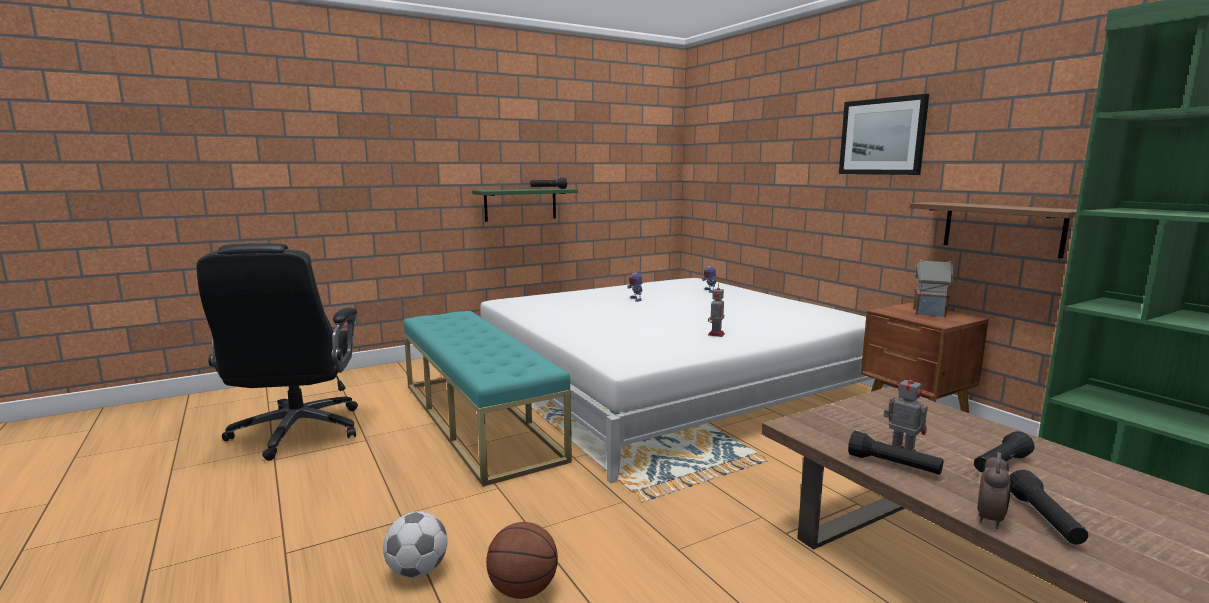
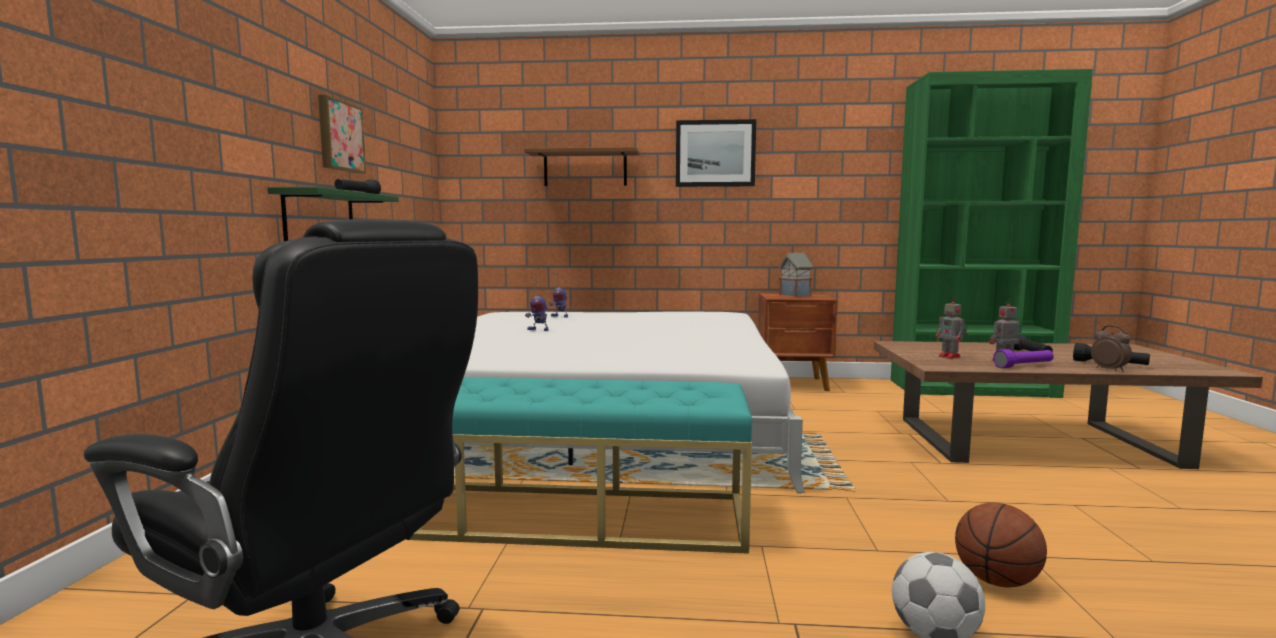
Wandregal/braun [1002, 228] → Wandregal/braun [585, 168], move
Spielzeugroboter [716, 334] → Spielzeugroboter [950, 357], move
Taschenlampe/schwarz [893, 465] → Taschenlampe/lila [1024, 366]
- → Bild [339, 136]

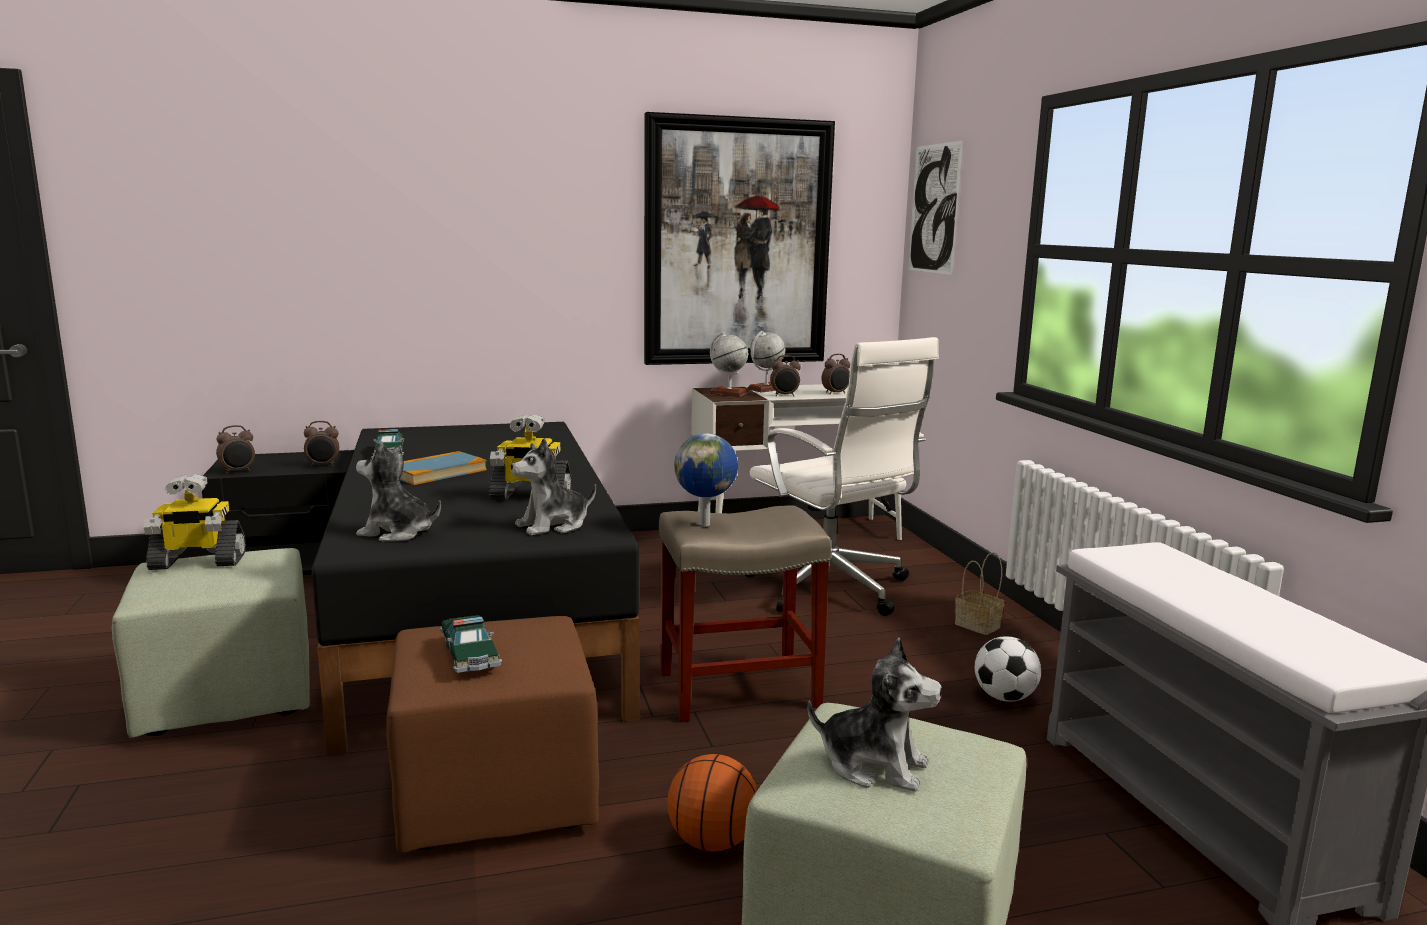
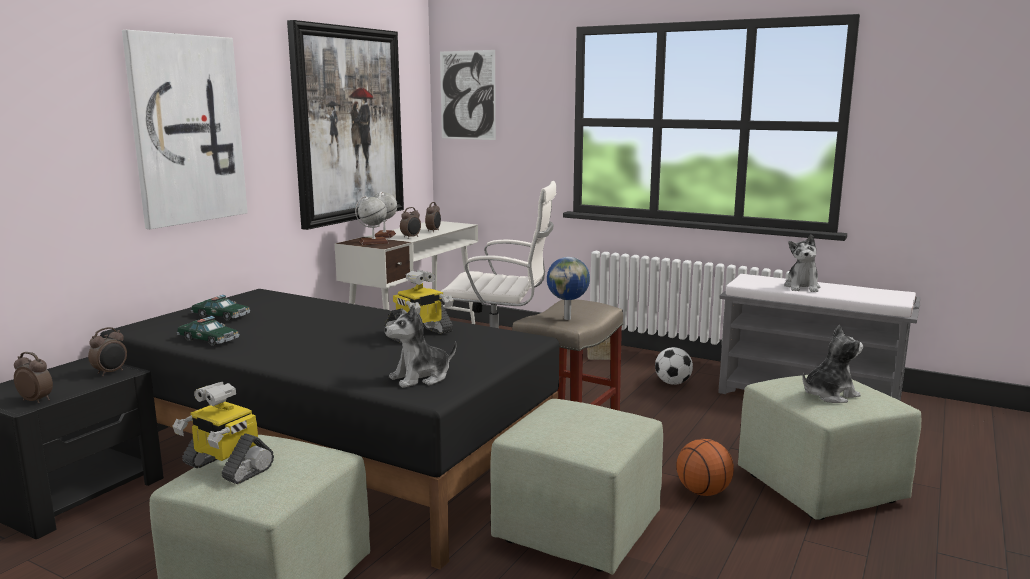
Wecker [238, 471] → Wecker [37, 400], 75 degrees counterclockwise
Plüschtier [553, 526] → Plüschtier [802, 287], move
Buch [437, 472] → -
Spielzeugroboter [197, 562] → Spielzeugroboter [226, 467], 90 degrees clockwise
Spielzeugauto [470, 655] → Spielzeugauto [221, 316], move
Polsterhocker/braun [498, 794] → Polsterhocker/grün [577, 529]
- → Bild [187, 129]

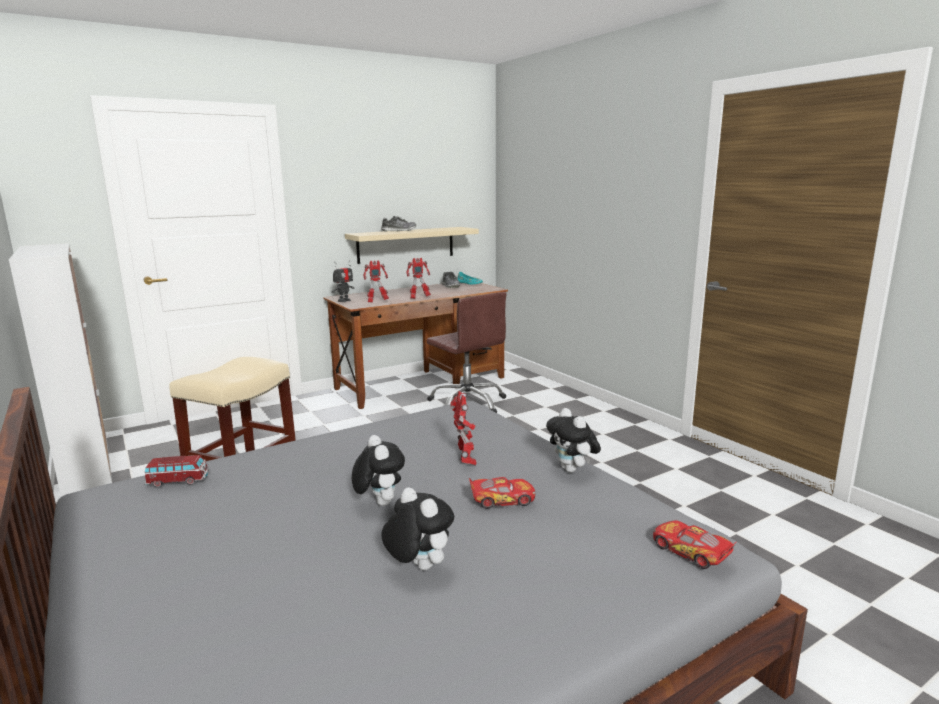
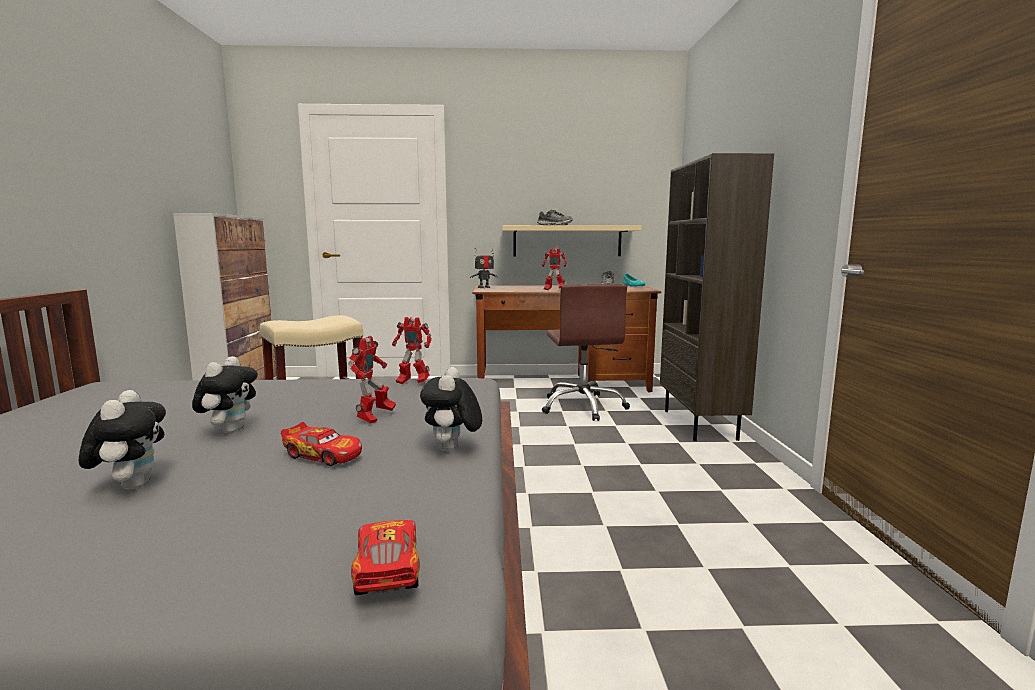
Spielzeugroboter [377, 301] → Spielzeugroboter [412, 383], move
Spielzeugauto [178, 481] → -
- → Bücherregal/braun [701, 425]

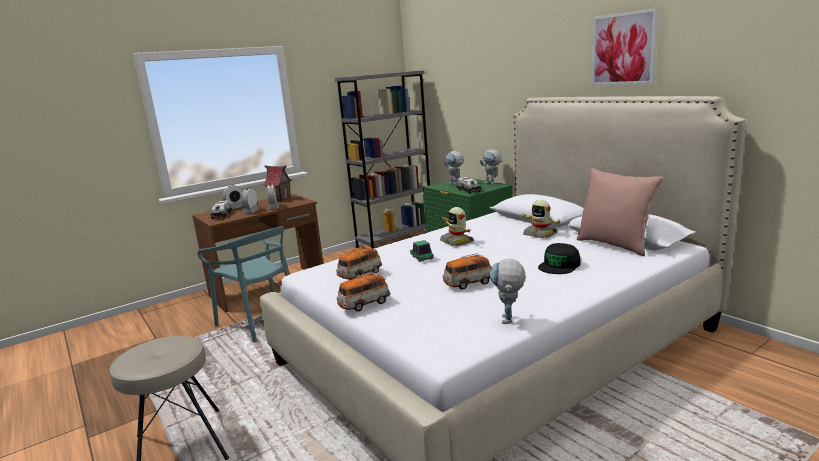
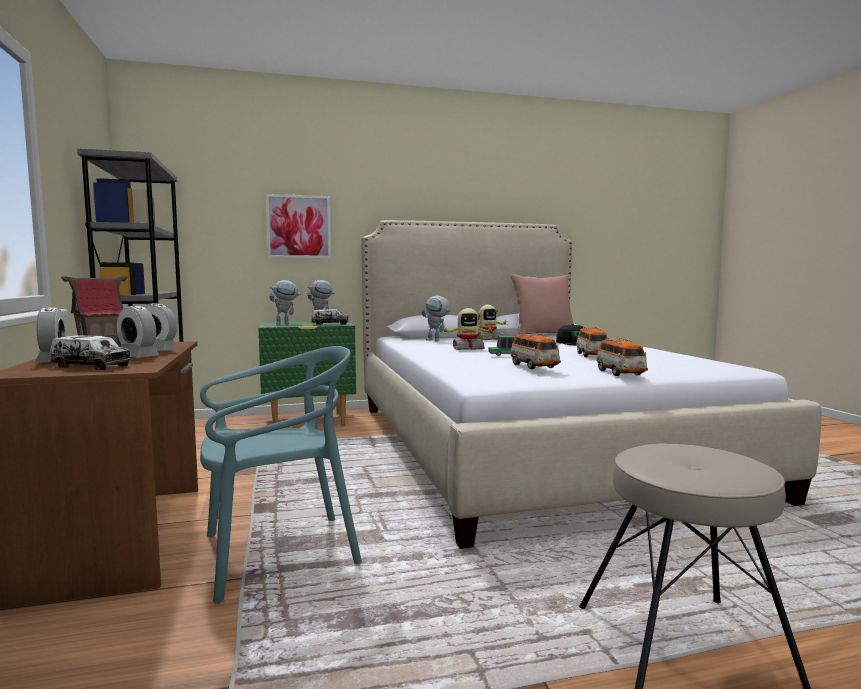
Bild [623, 49] → Bild [298, 227], move
Spielzeugroboter [509, 322] → Spielzeugroboter [437, 340], move

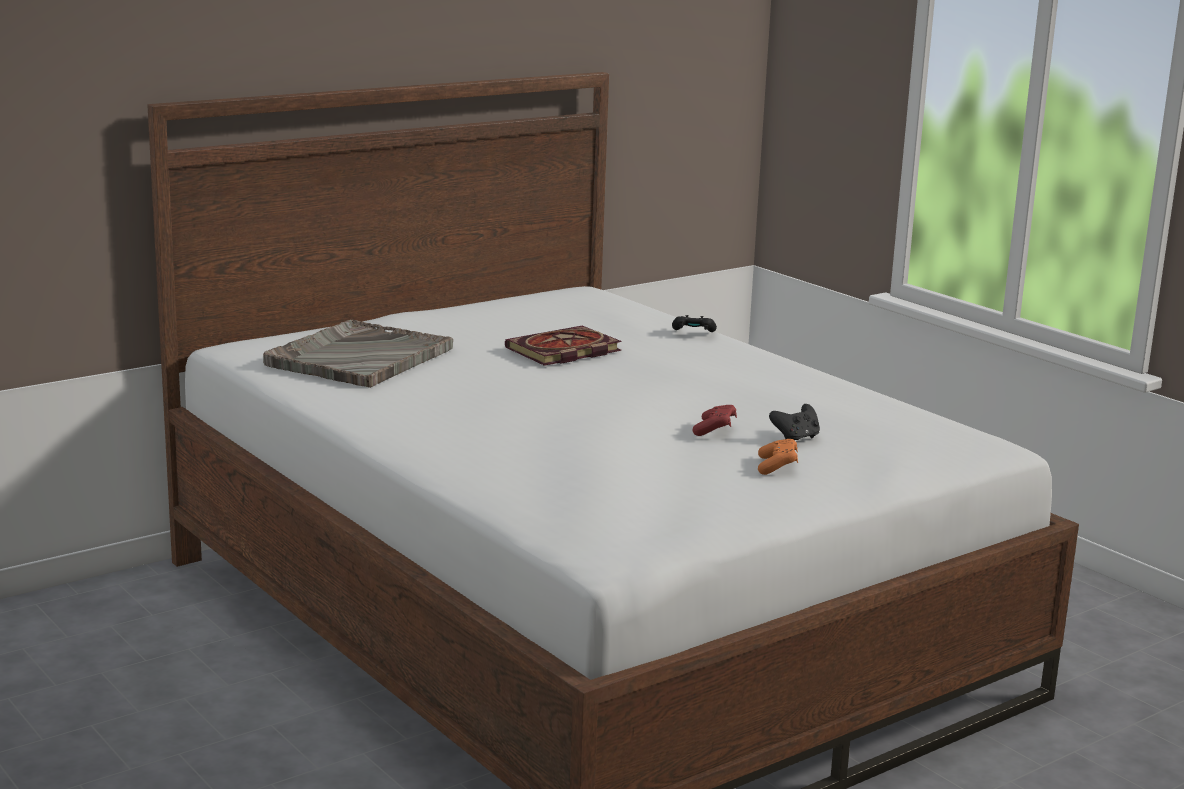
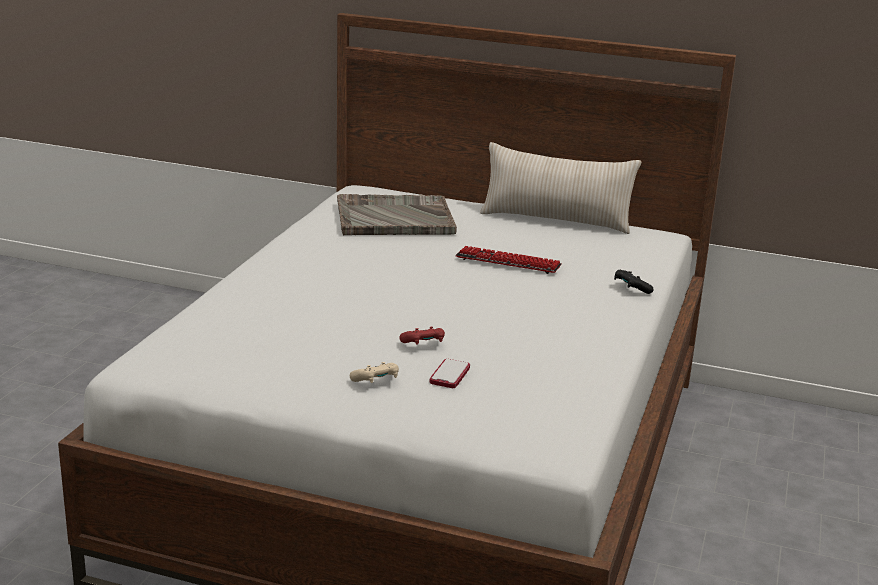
Buch [562, 351] → Tastatur [508, 262]
Gamepad/schwarz [796, 438] → Handy [450, 375]
Gamepad/orange [777, 467] → Gamepad/beige [376, 382]
- → Kissen/beige [556, 220]

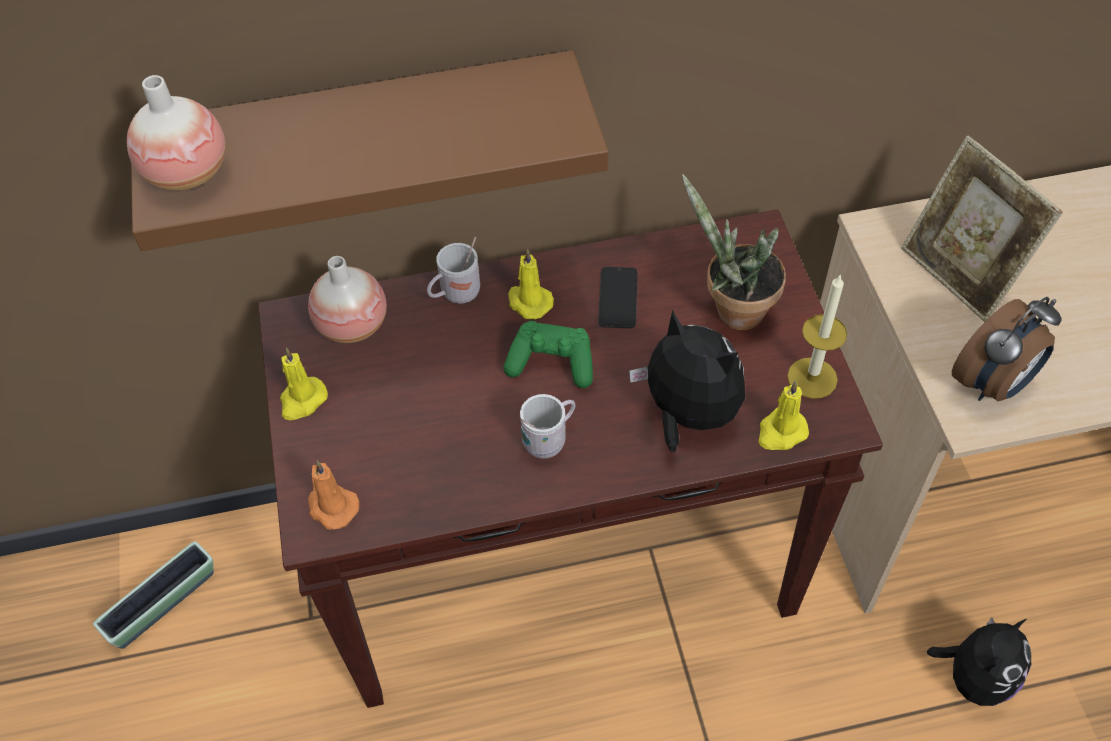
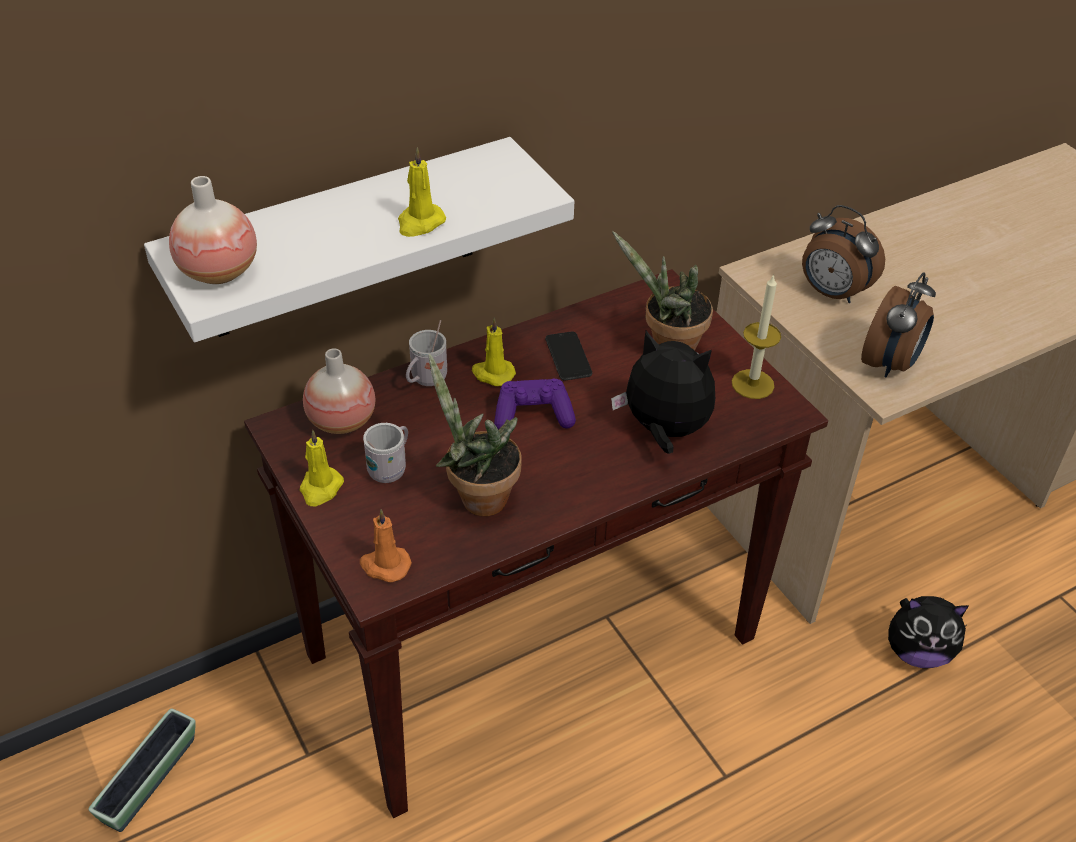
Wandregal/braun [367, 140] → Wandregal/weiß [343, 240]
Bilderrahmen [959, 275] → Wecker [832, 293]
Gamepad/grün [552, 363] → Gamepad/lila [533, 415]
Kerze/gelb [781, 432] → Kerze/gelb [420, 223], move
Henkelbecher/weiß [549, 439] → Henkelbecher/weiß [390, 468], move
Plüschtier [974, 677] → Plüschtier [917, 652], 75 degrees clockwise
- → Topfpflanze [477, 497]

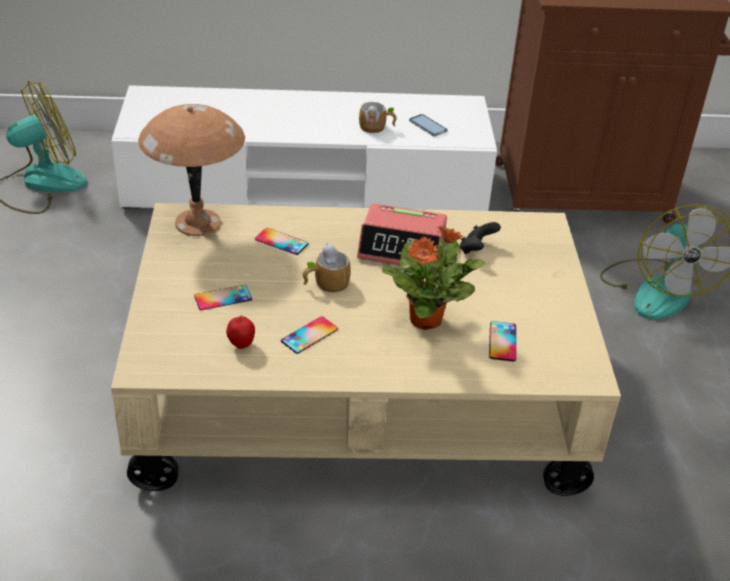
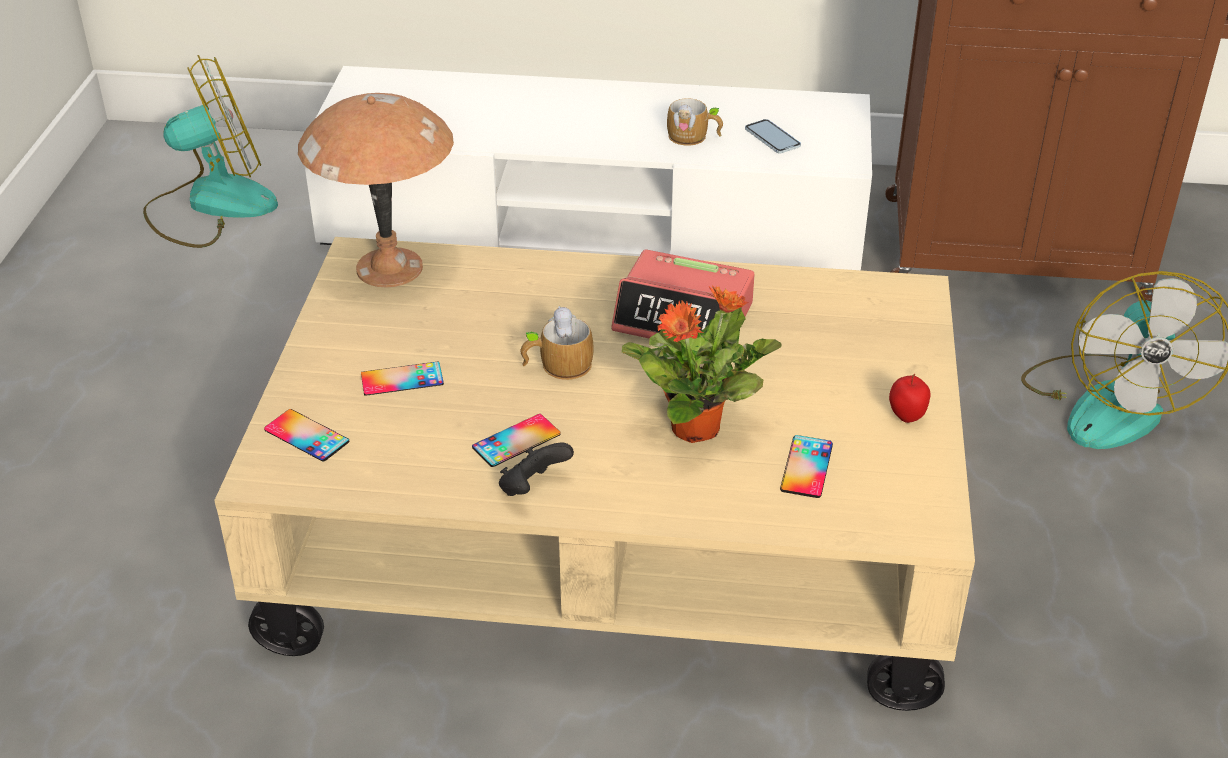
Gamepad/schwarz [476, 249] → Gamepad/schwarz [533, 488], move
Handy [281, 241] → Handy [306, 436], move
Apfel [241, 345] → Apfel [906, 417], move

